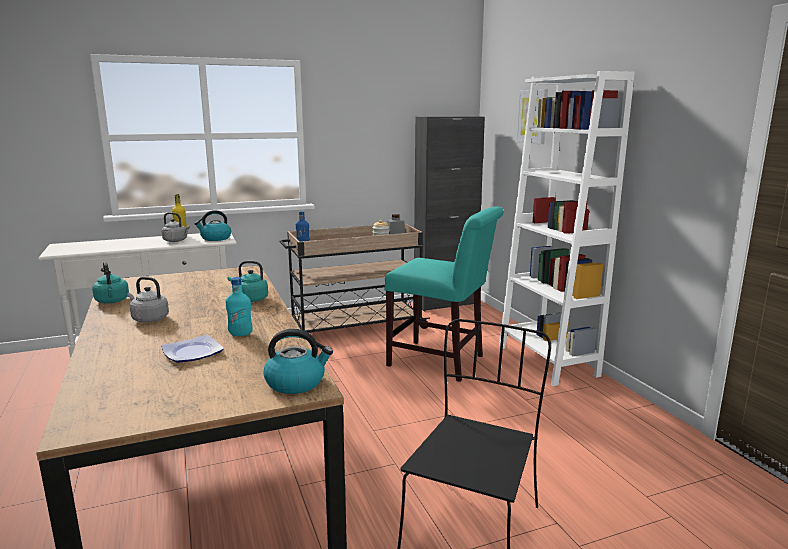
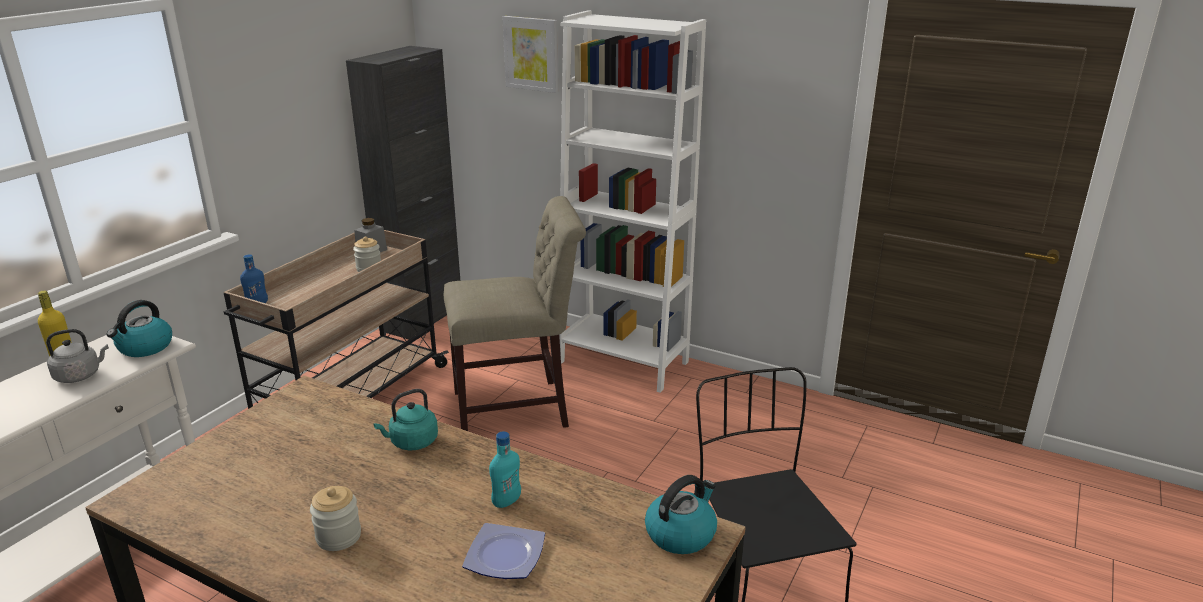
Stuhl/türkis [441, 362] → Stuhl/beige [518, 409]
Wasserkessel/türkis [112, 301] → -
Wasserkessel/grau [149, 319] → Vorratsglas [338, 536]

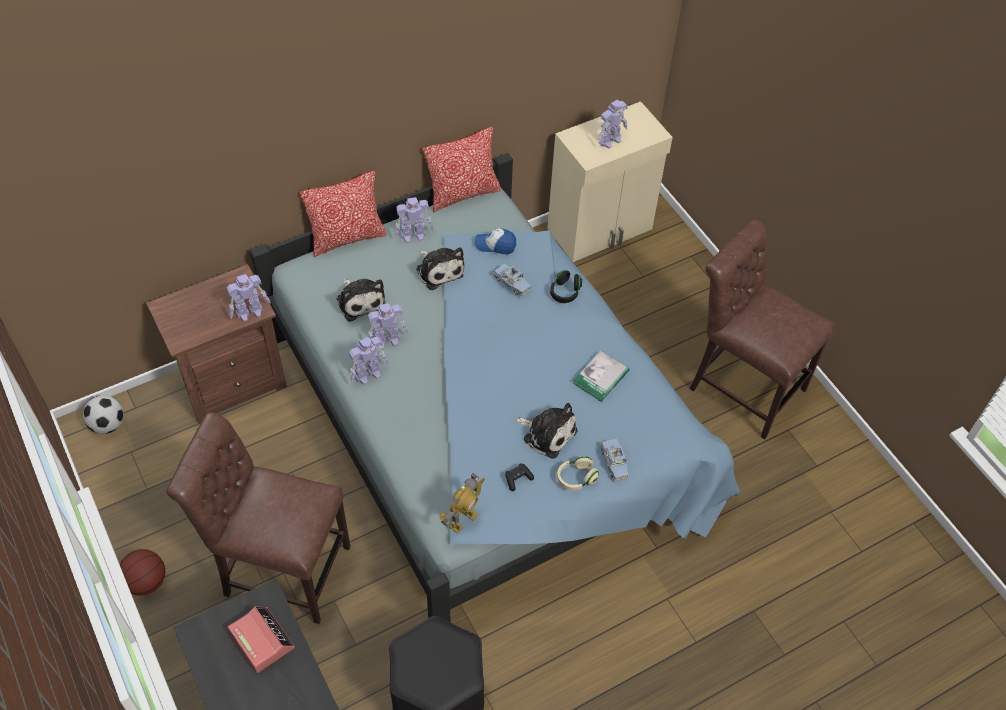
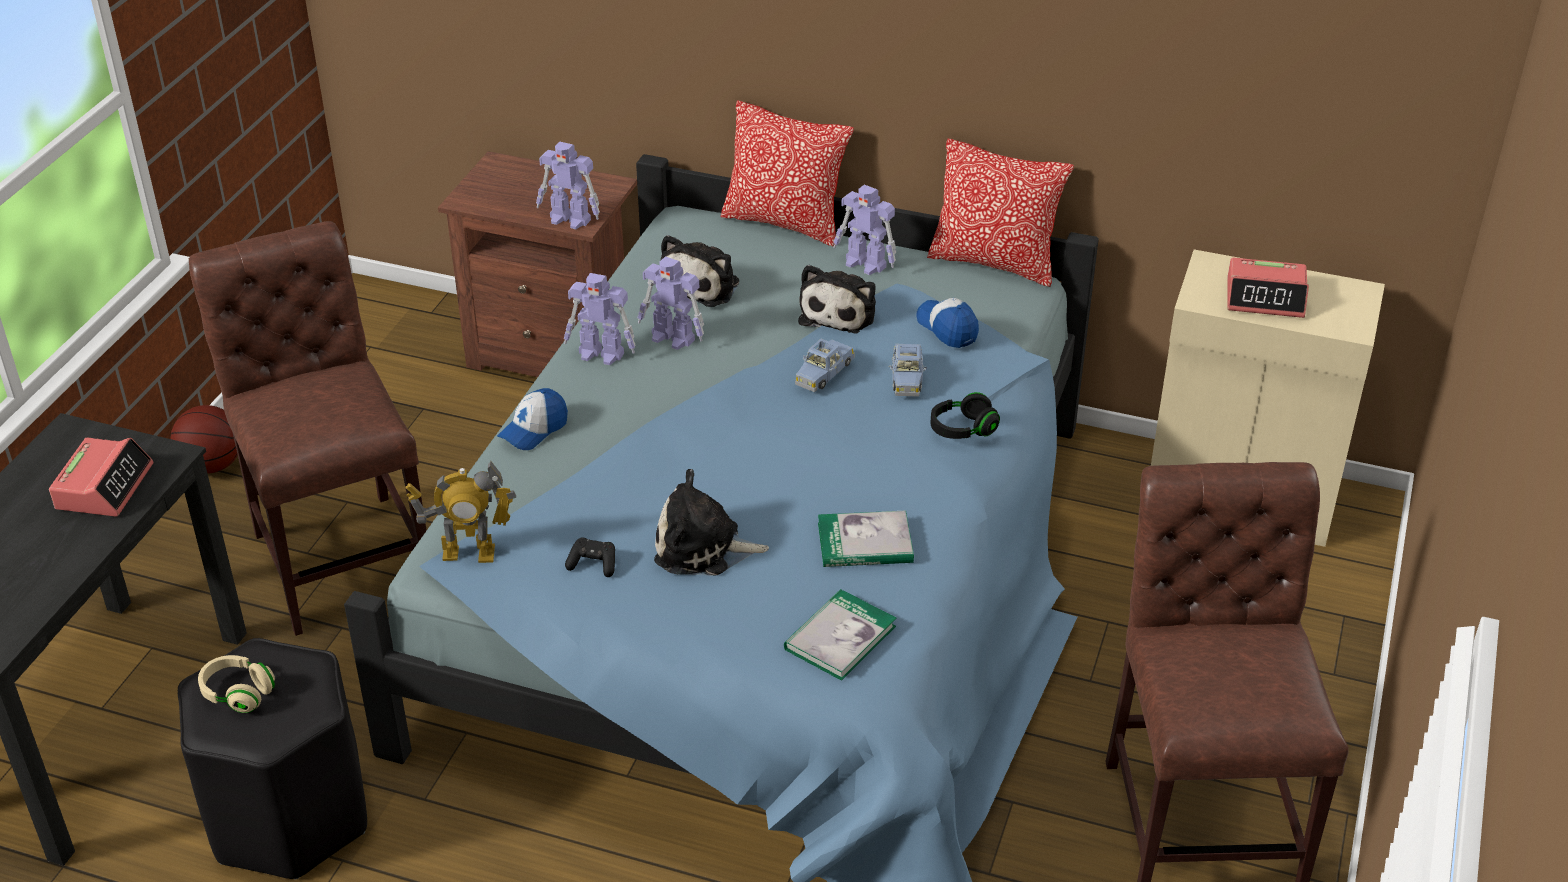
Spielzeugroboter [610, 140] → Wecker [1265, 298]
Fußball [108, 424] → -
Plüschtier [547, 433] → Plüschtier [703, 548], 105 degrees clockwise
Spielzeugauto/blau [614, 462] → Spielzeugauto/blau [823, 373], move
Kopfhörer/beige [576, 478] → Kopfhörer/beige [238, 693], move
- → Kappe [534, 429]
- → Buch [840, 638]

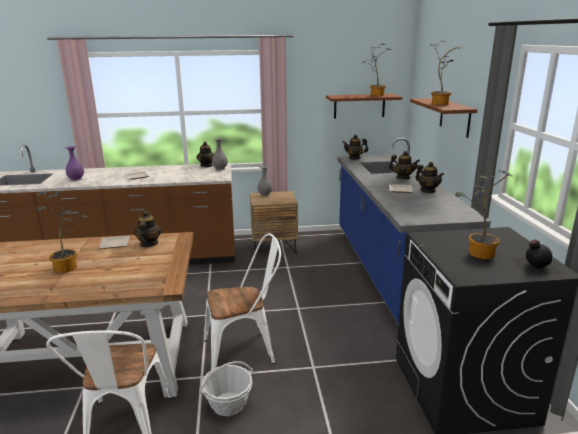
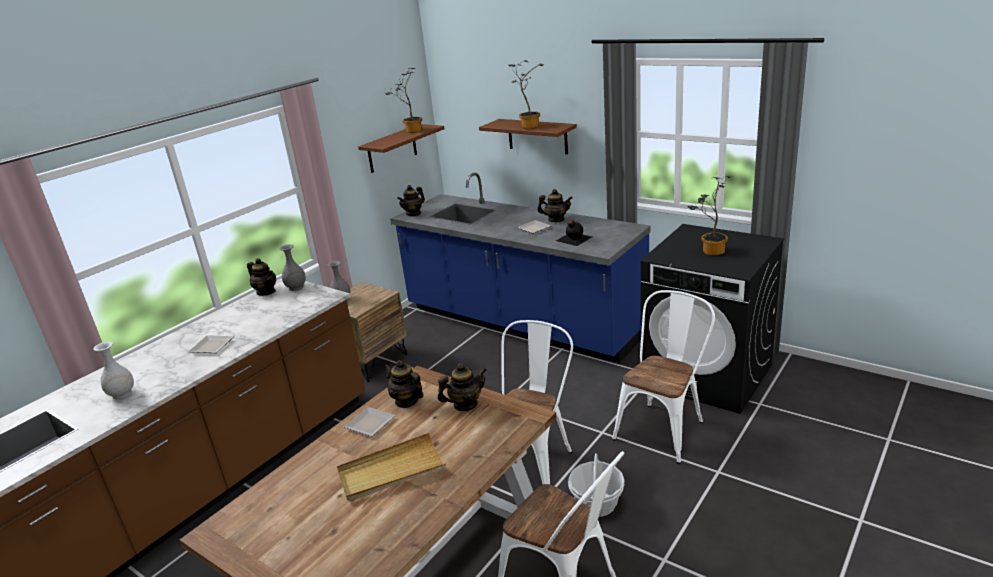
Vase/lila [76, 179] → Vase/weiß [122, 394]
Teekanne [403, 178] → Teekanne [465, 405], move
Topfpflanze [69, 267] → Tablett/beige [391, 471]
Flasche/schwarz [534, 265] → Flasche/schwarz [573, 238], move
- → Stuhl/weiß [664, 427]

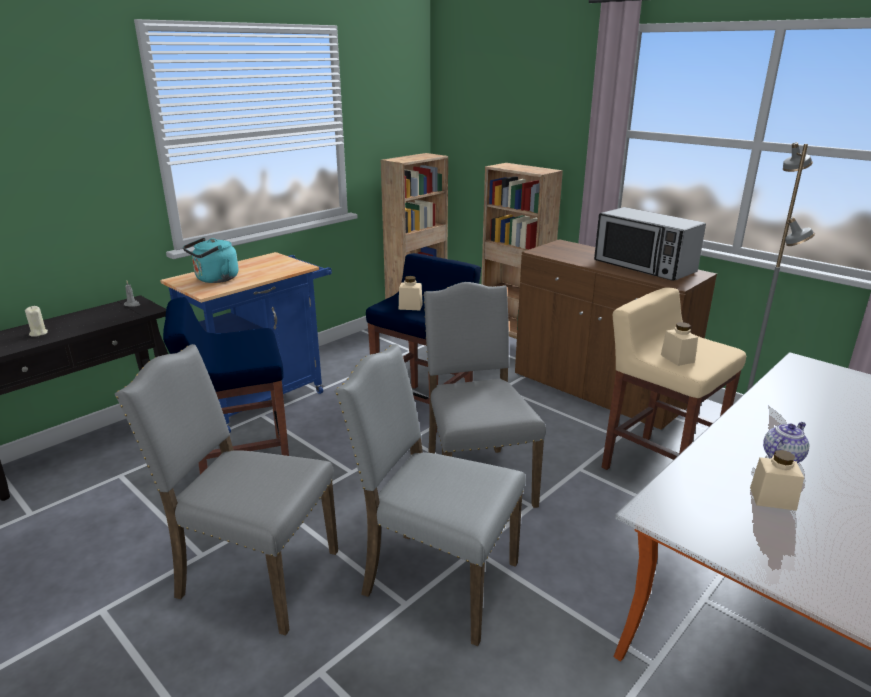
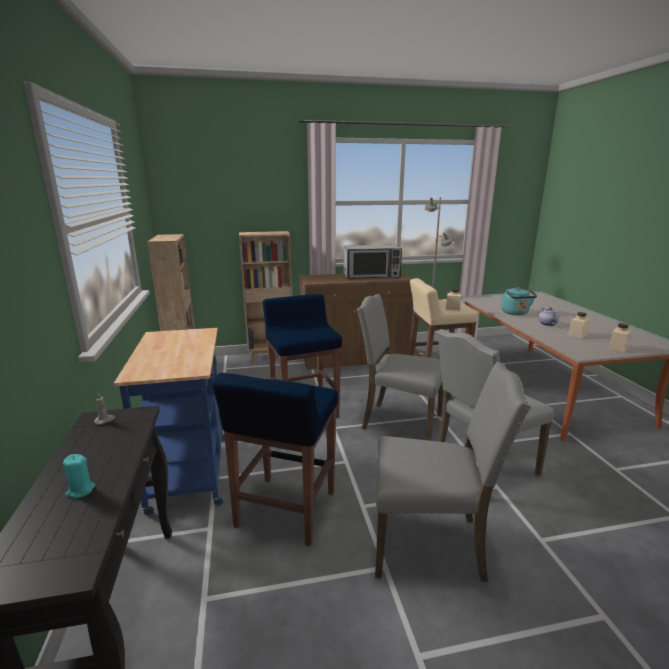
Wasserkessel/türkis [215, 279] → Wasserkessel/türkis [516, 313], move
Vorratsglas/beige [410, 306] → Vorratsglas/beige [617, 348], move
Kerze/beige [38, 333] → Kerze/türkis [80, 490]
Stuhl/grau [254, 575] → Stuhl/grau [430, 543], 135 degrees counterclockwise

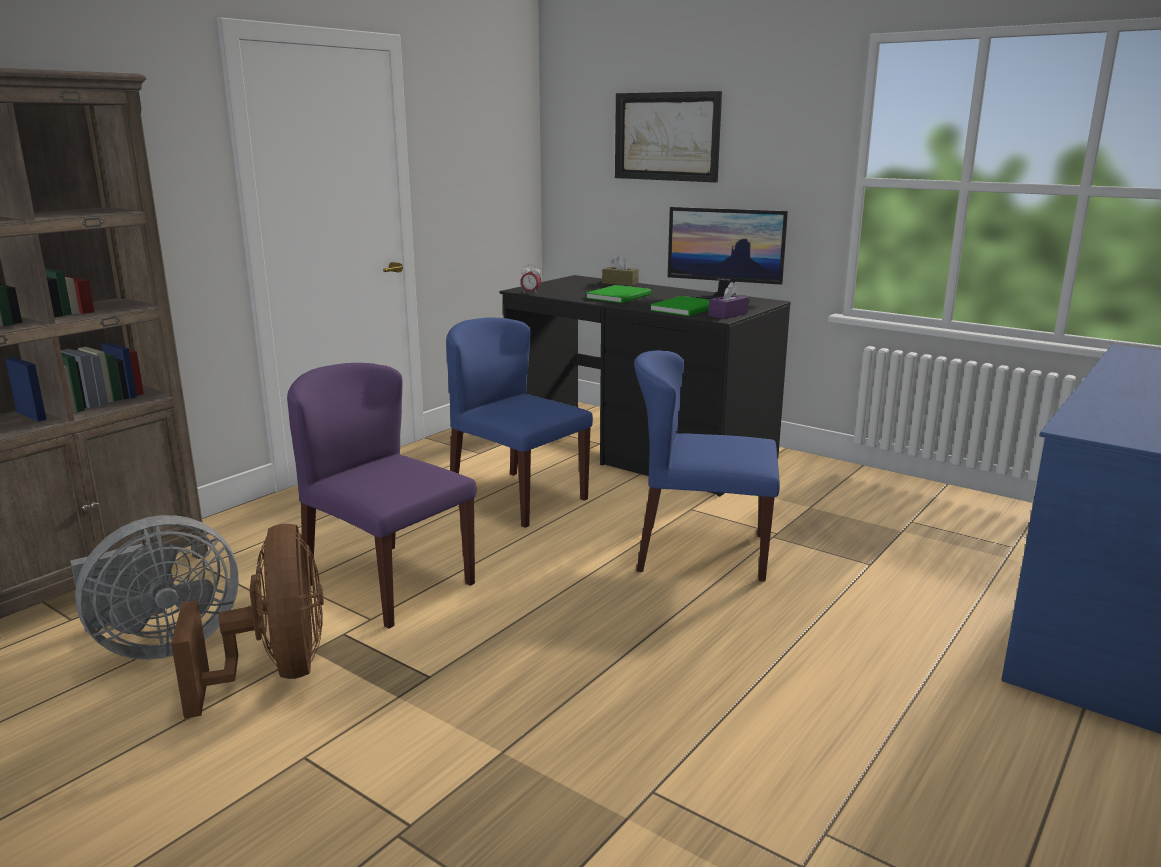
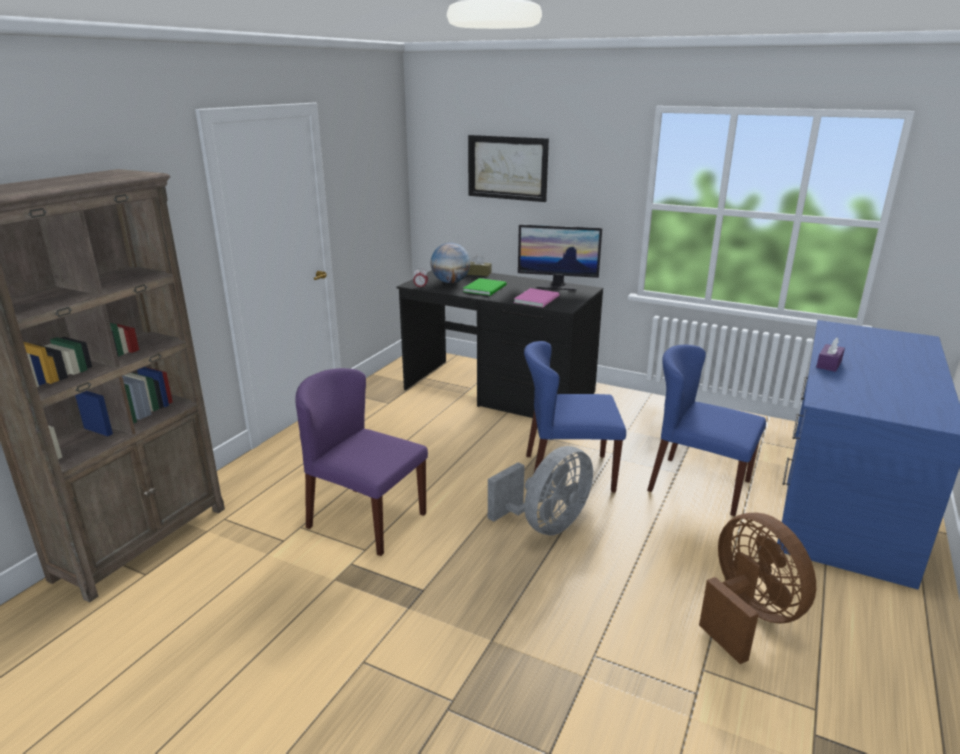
Taschentuchbox/lila [728, 314] → Taschentuchbox/lila [829, 364], move
Buch/grün [687, 308] → Buch/rosa [538, 299]
Stuhl/blau [517, 498] → Stuhl/blau [698, 485], move
Ventilator/grau [161, 645] → Ventilator/grau [546, 524], move
Ventilator/braun [276, 672] → Ventilator/braun [747, 616], move
- → Globus [451, 282]

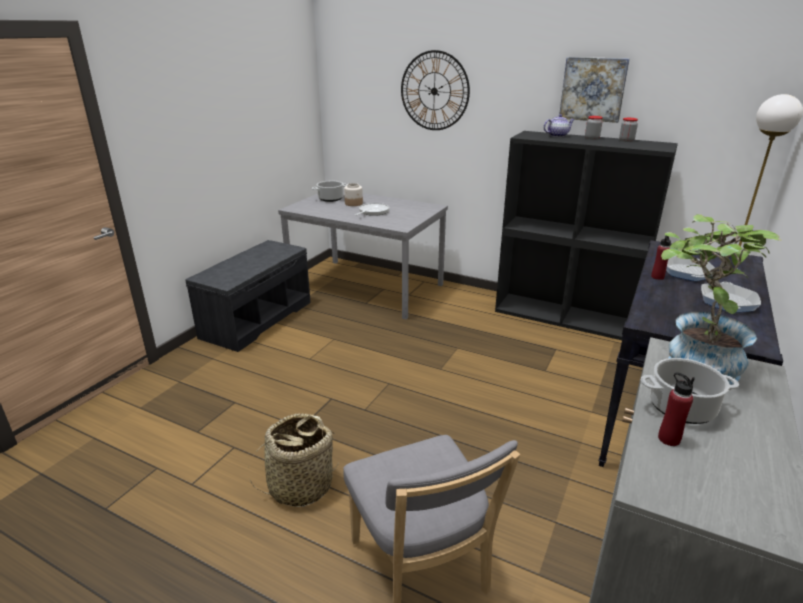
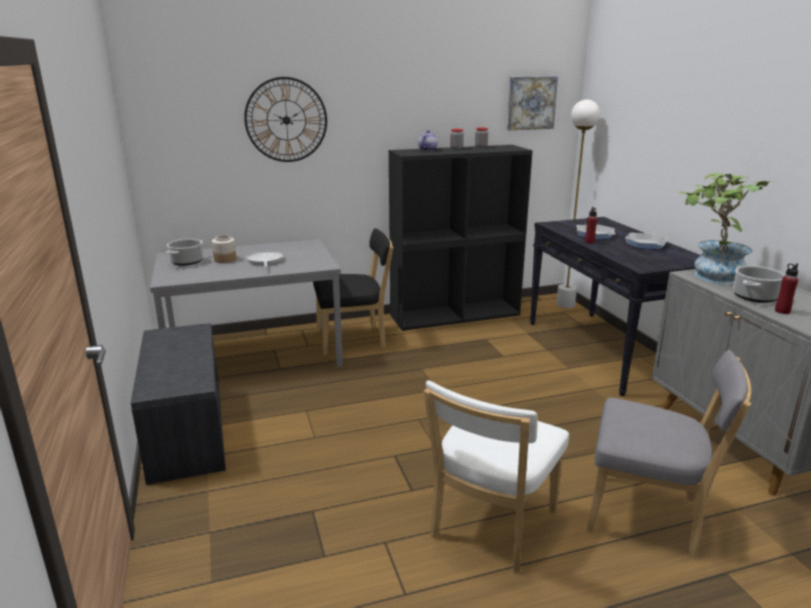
Bild [593, 89] → Bild [531, 103], move
Korb [300, 485] → Stuhl/weiß [490, 527]
- → Stuhl/schwarz [354, 340]

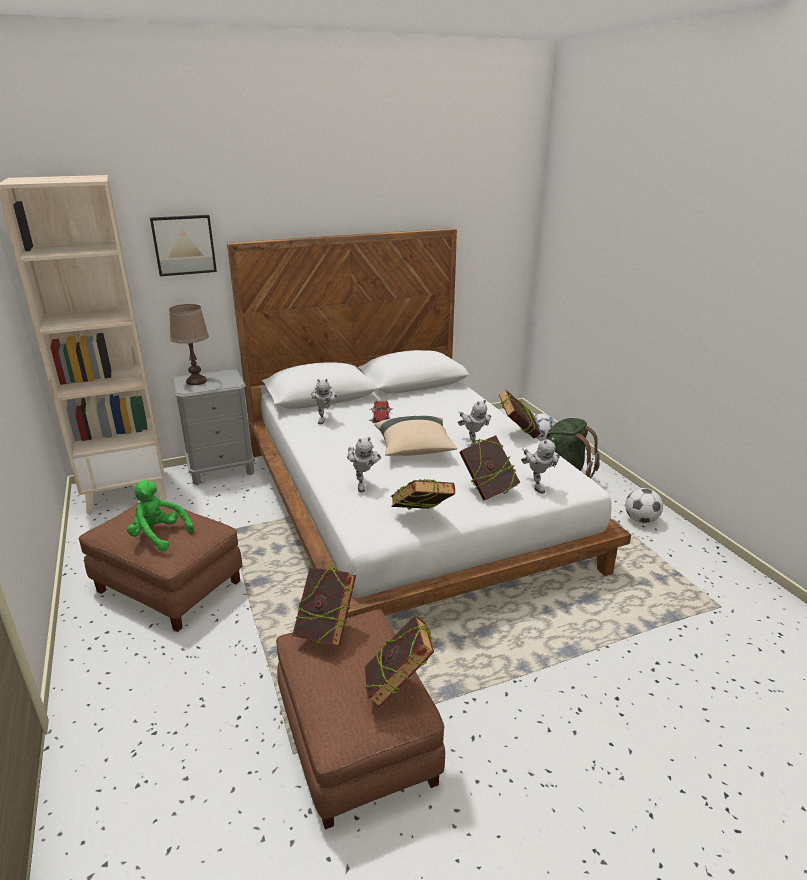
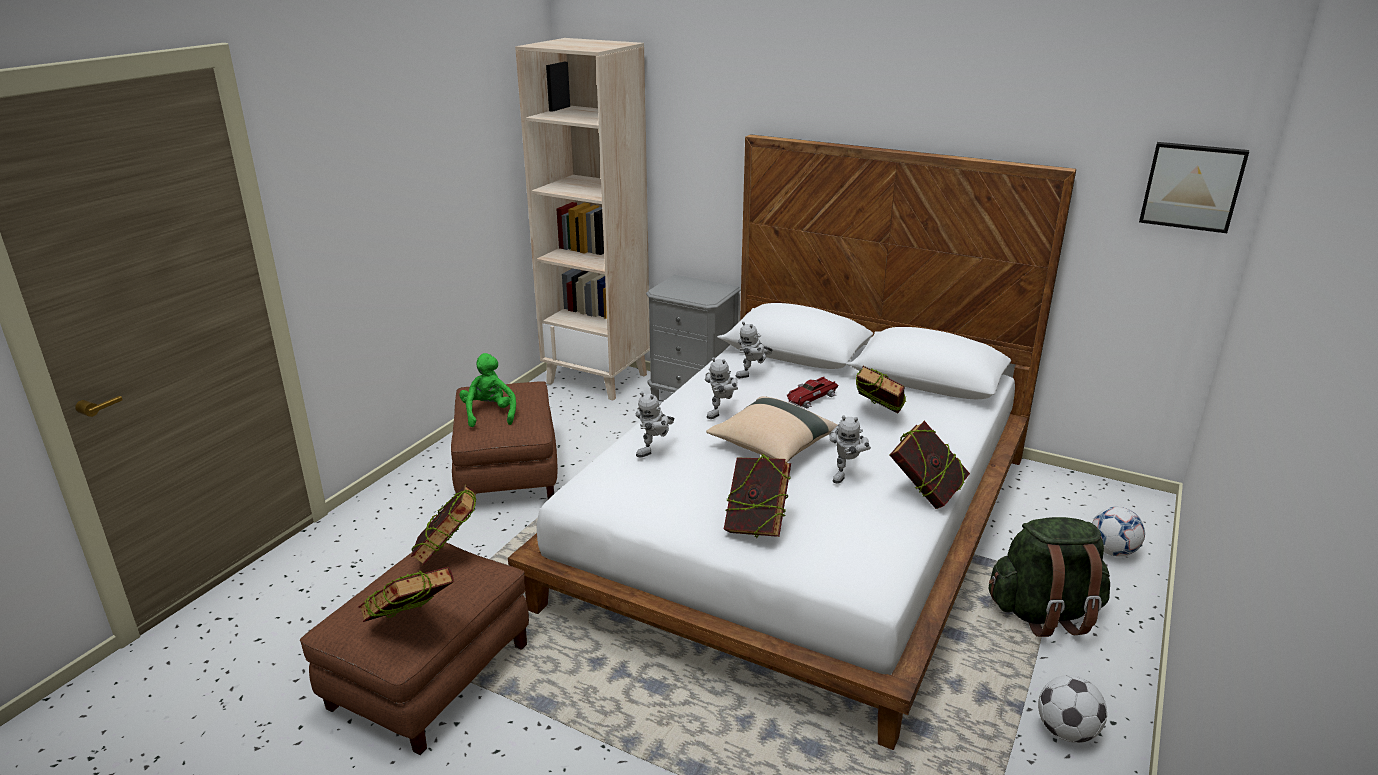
Bild [183, 245] → Bild [1192, 186], move
Tischlampe/braun [196, 381] → -
Spielzeugroboter [536, 485] → Spielzeugroboter [722, 413], move
Buch [421, 519] → Buch [877, 417], move

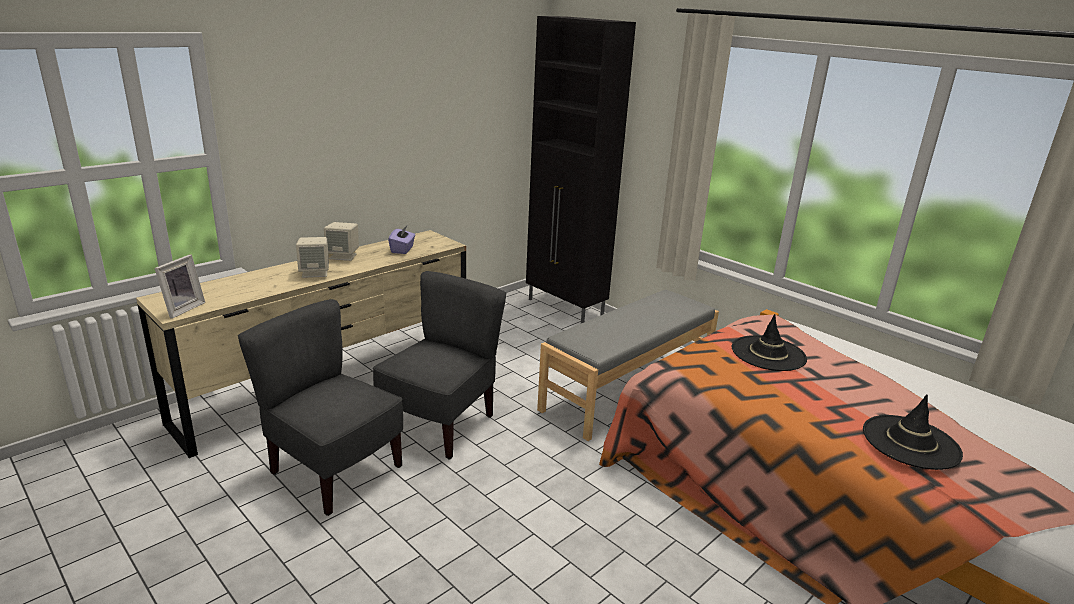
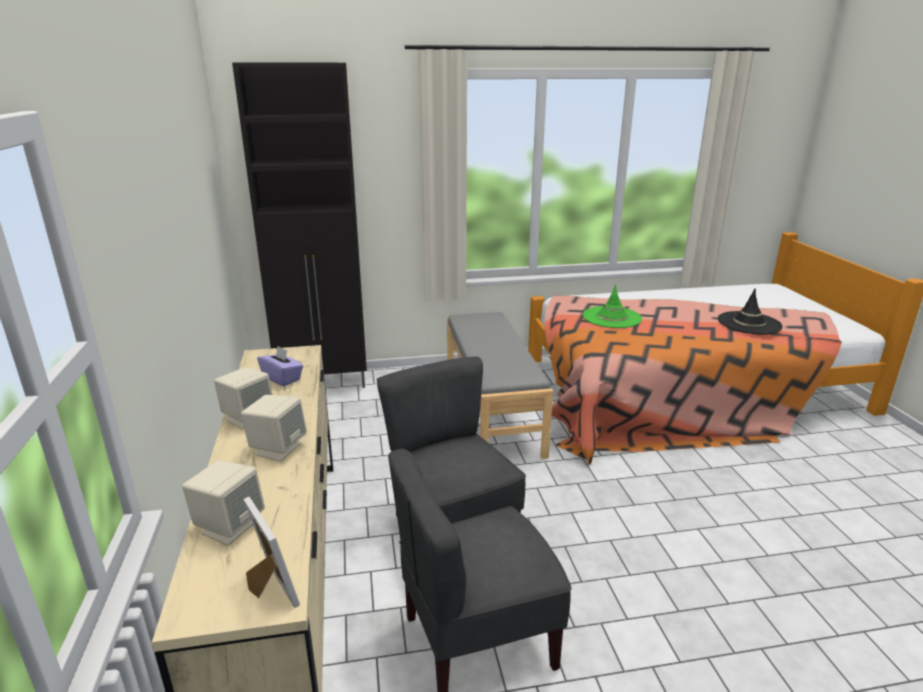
Hut/schwarz [768, 354] → Hut/grün [612, 317]
- → Lautsprecher/beige [229, 526]

